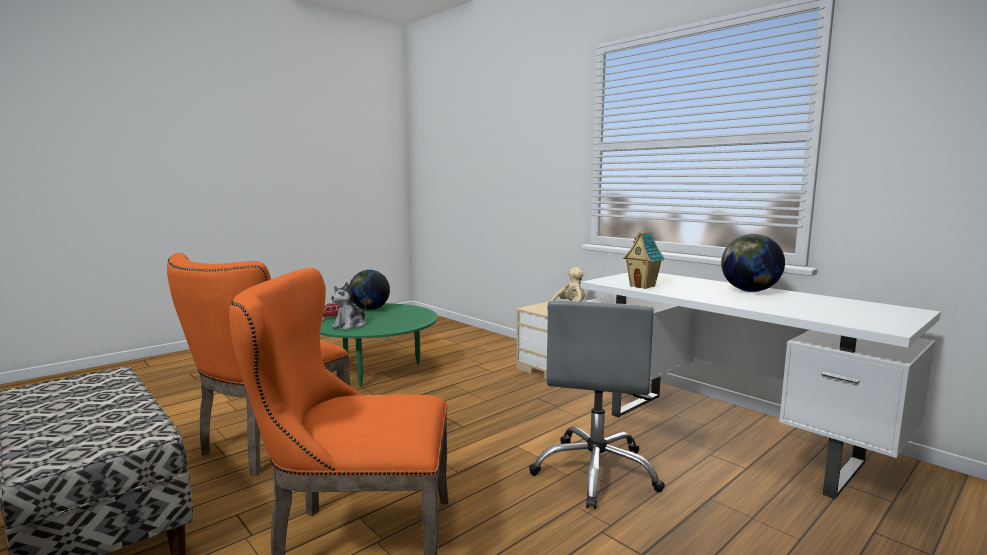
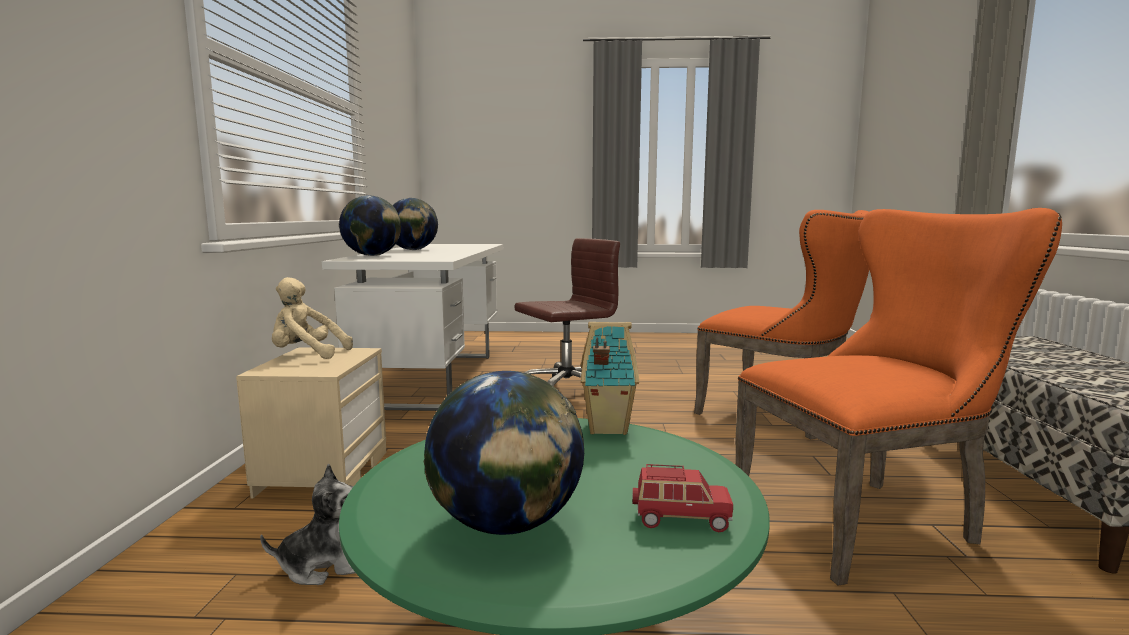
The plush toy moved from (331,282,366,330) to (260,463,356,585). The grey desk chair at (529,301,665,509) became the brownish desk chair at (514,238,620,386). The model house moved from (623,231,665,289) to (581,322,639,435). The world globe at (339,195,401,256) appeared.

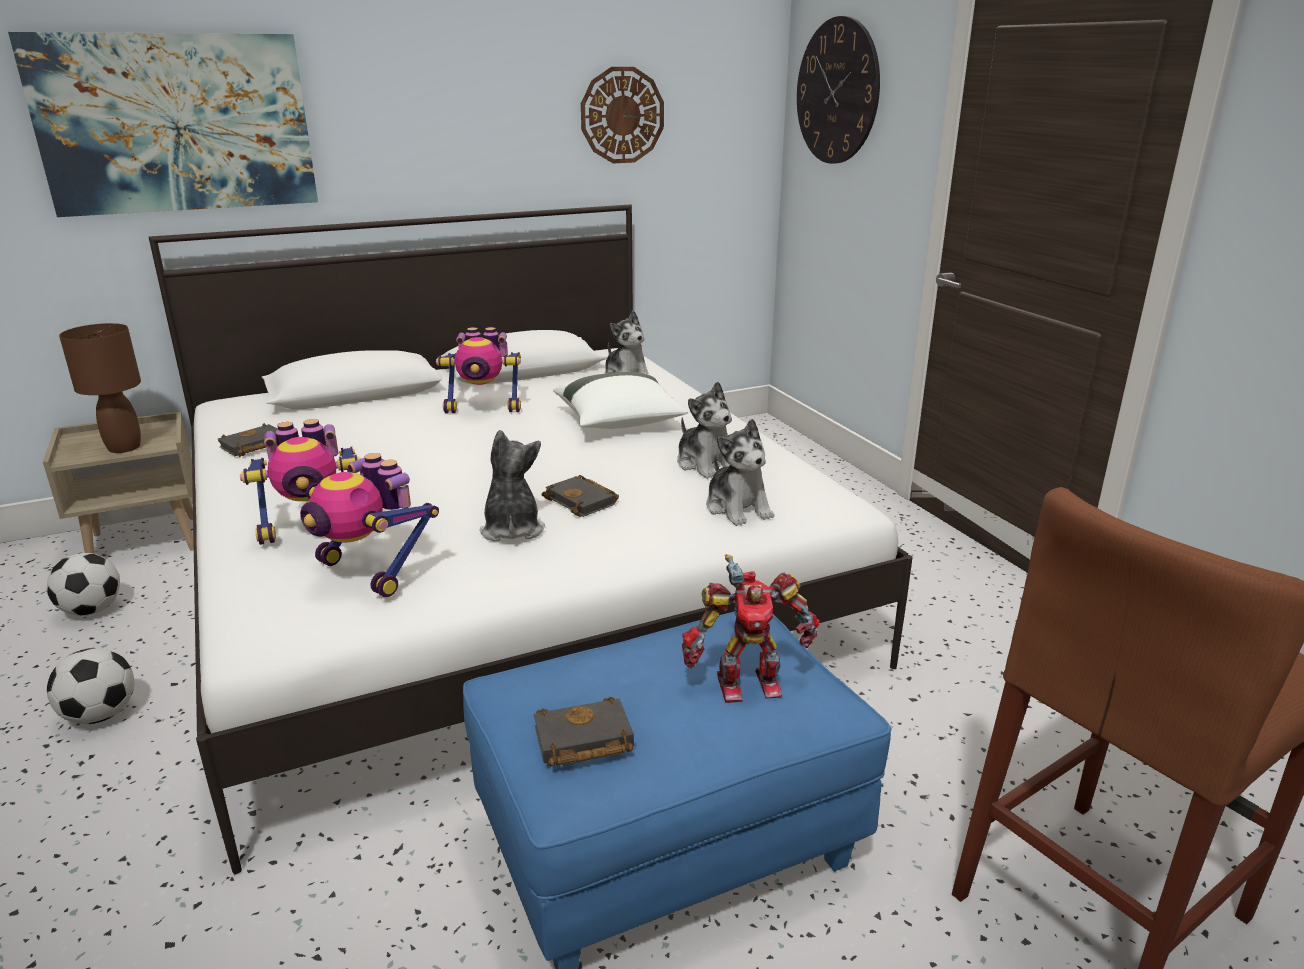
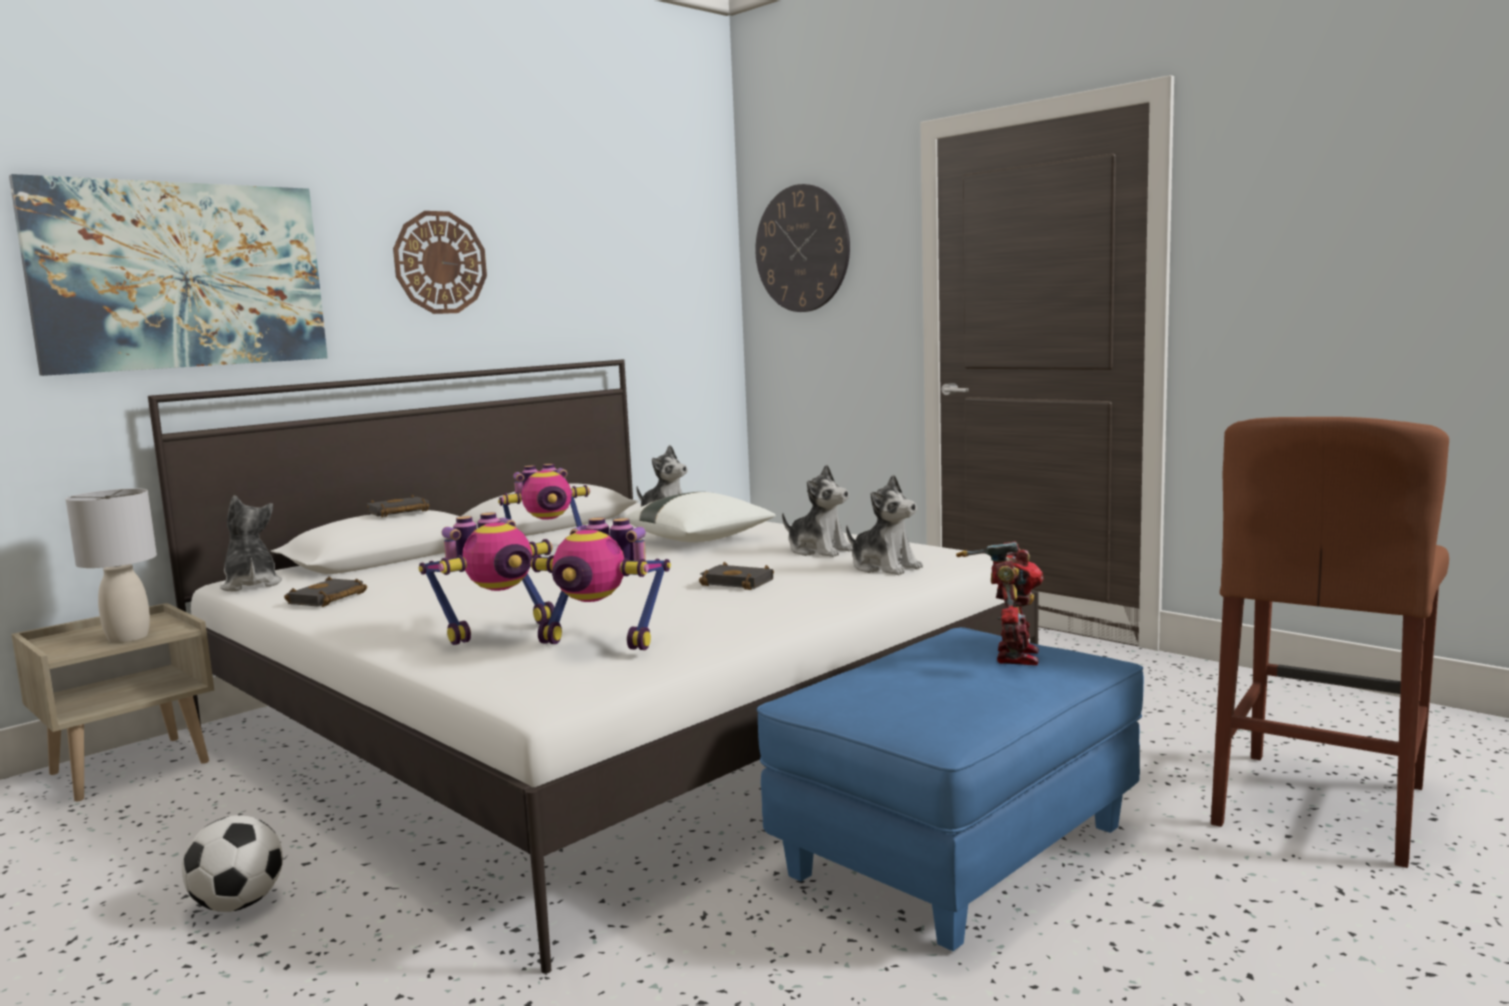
The football at (47,553,120,616) disappeared. The brownish lamp for a table at (59,323,141,453) became the grey lamp for a table at (66,488,157,643). The plush toy moved from (480,430,545,541) to (220,496,282,592). The black-coloured bound book moved from (534,697,634,767) to (366,494,430,517). The wall clock moved from (581,67,664,163) to (393,211,487,314). The model robot at (682,554,820,703) turned 45 degrees counterclockwise.

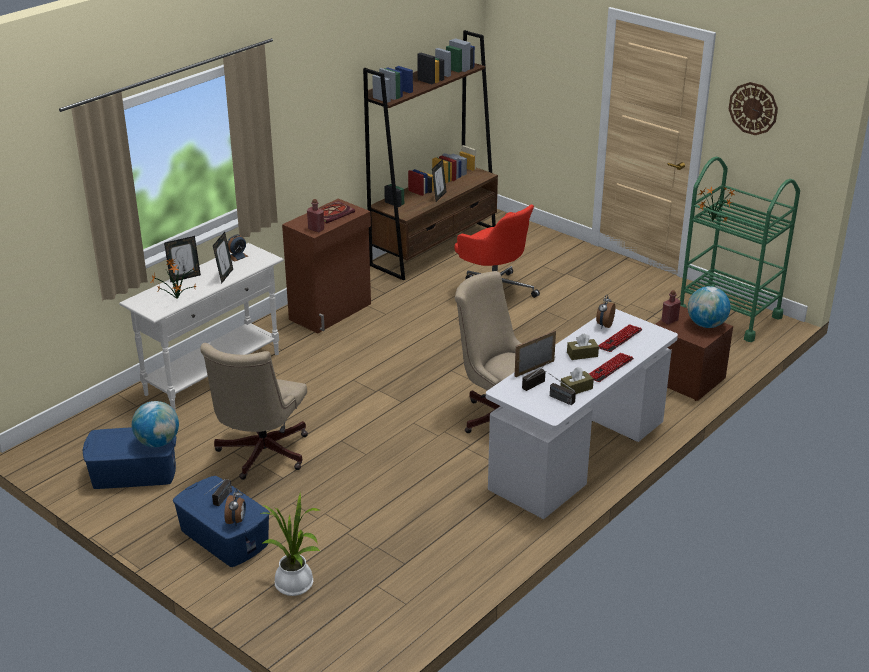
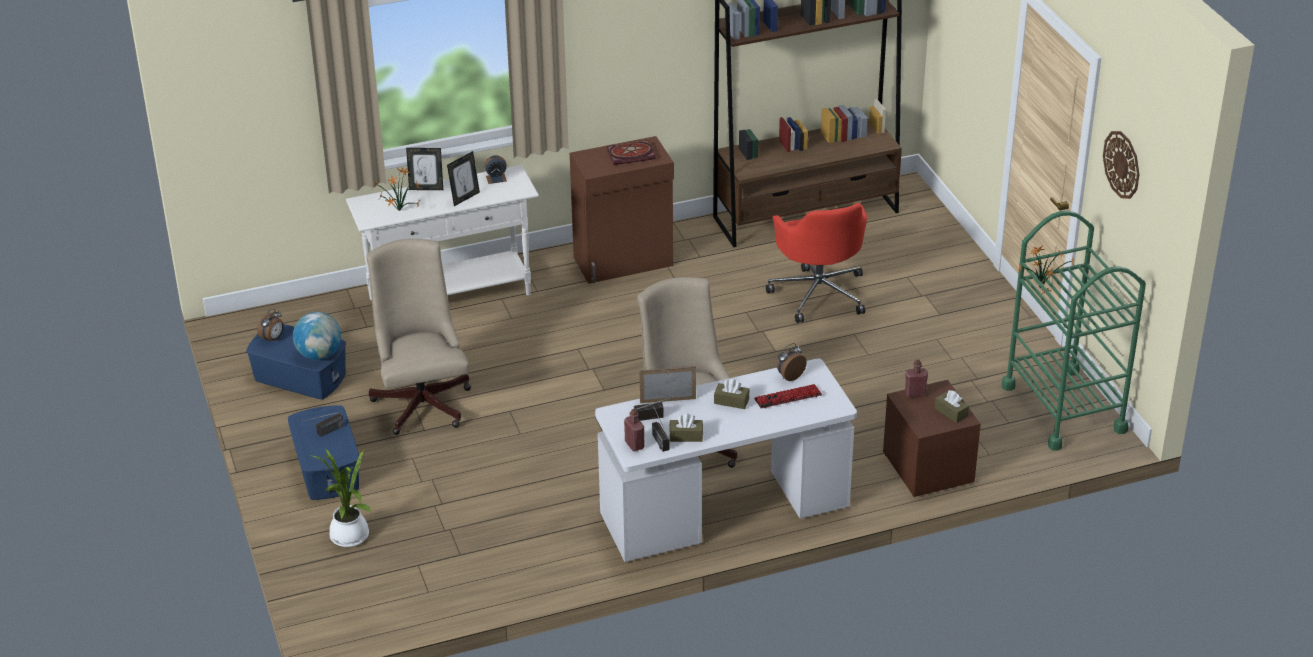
The beige desk chair at (200,343,308,480) turned 120 degrees clockwise. The alarm clock moved from (224,489,246,525) to (257,309,284,342). The reddish bottle moved from (307,199,324,232) to (624,409,644,451). The standing frame at (432,159,446,202) disappeared. The PC keyboard at (589,353,634,382) disappeared. The world globe at (688,286,730,328) was replaced by the brownish tissue box at (935,390,969,423).

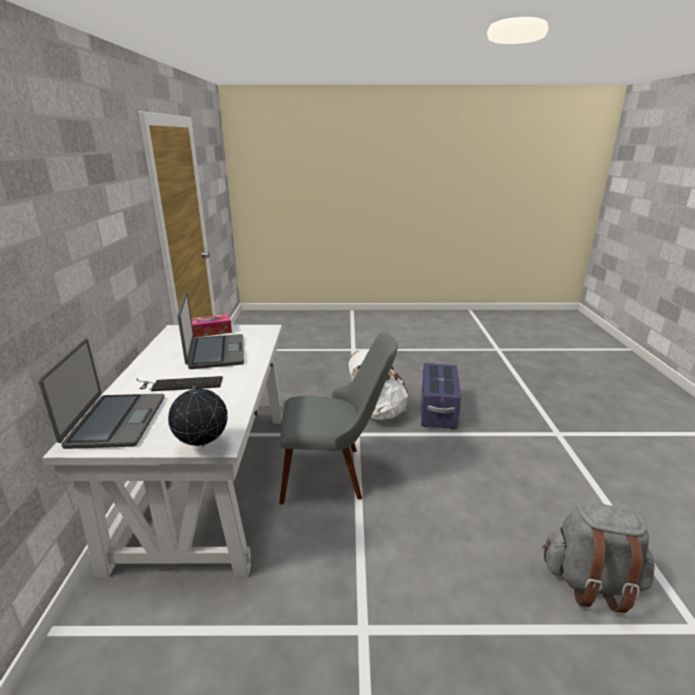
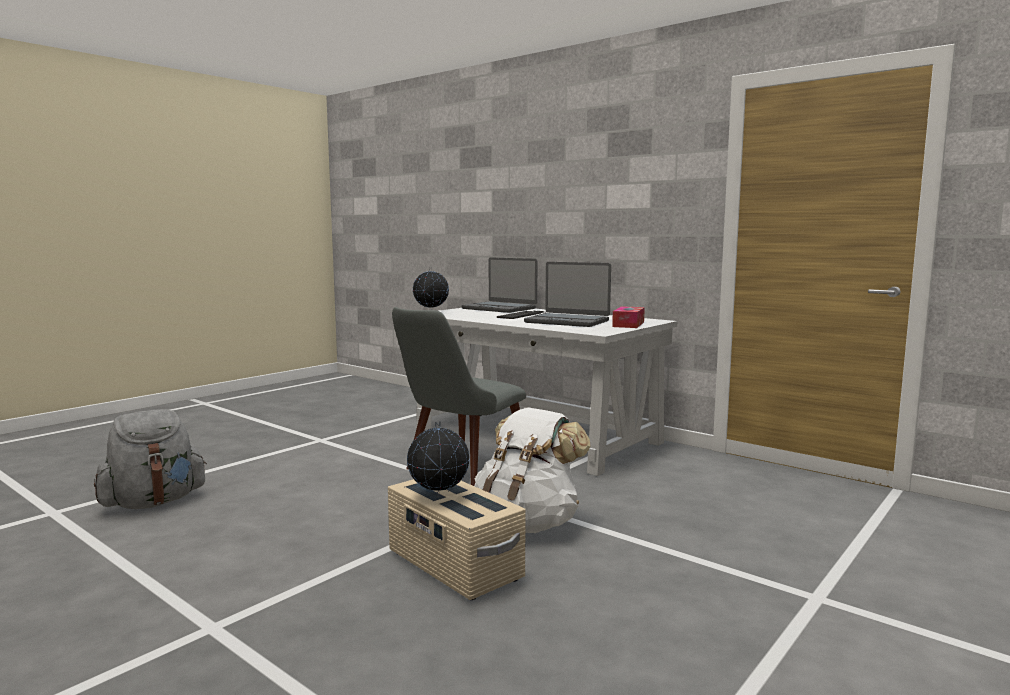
The purple storage container at (421,363,461,430) became the beige storage container at (388,479,526,600). The world globe at (407,421,470,497) appeared.

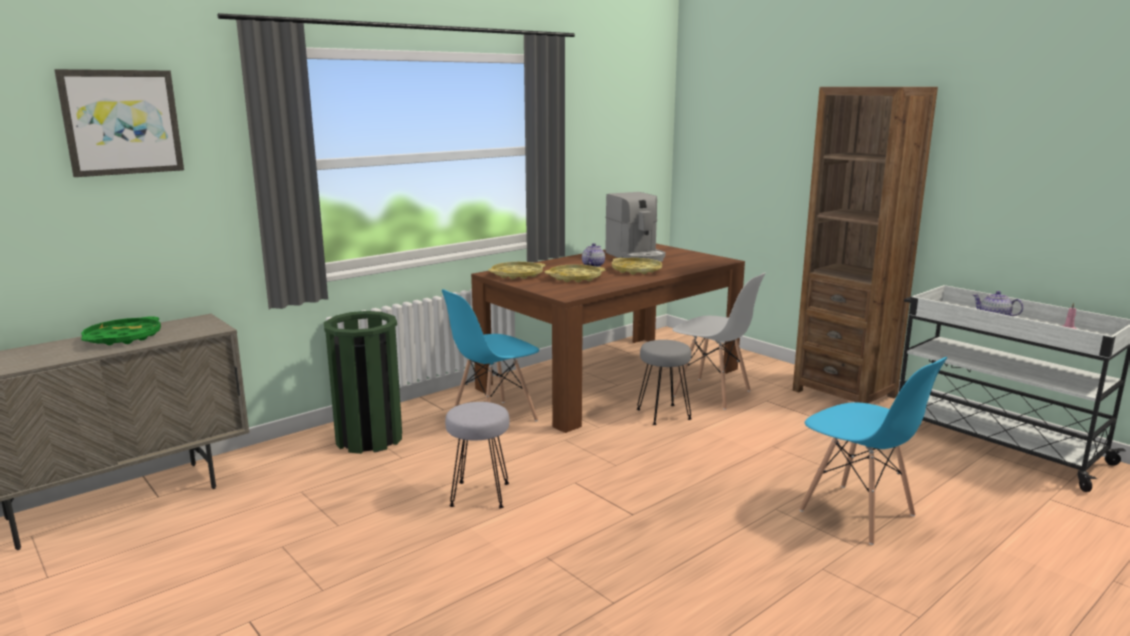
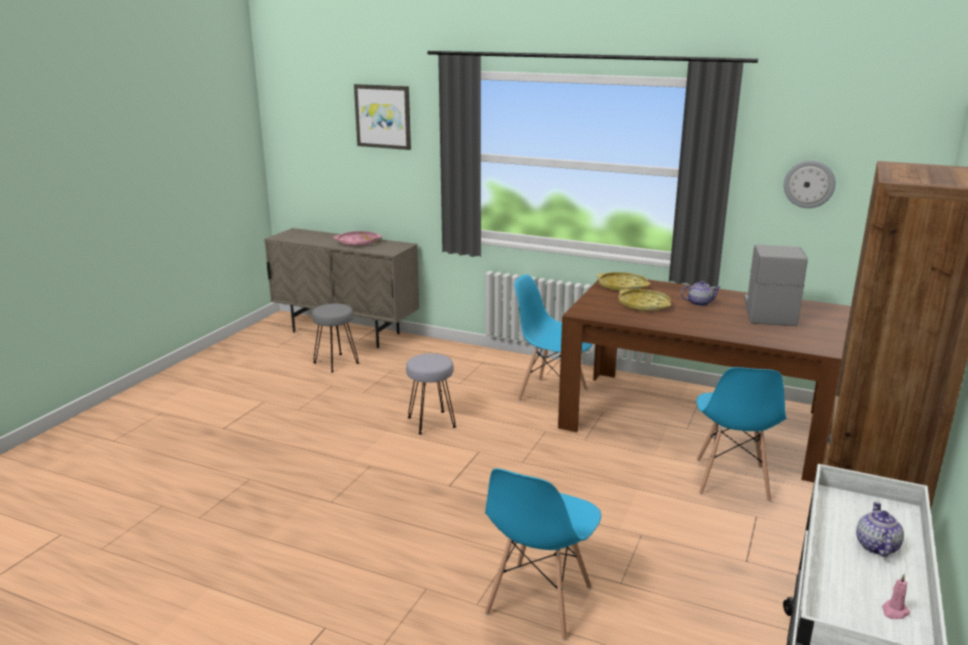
The green-coloured serving tray at (81,316,161,345) became the pink-coloured serving tray at (333,231,382,247). The green-coloured trash can at (324,311,402,454) disappeared. The coffee maker at (605,192,665,262) turned 150 degrees clockwise. The yellow serving tray at (612,258,662,275) disappeared. The grey sitting stool moved from (637,340,691,425) to (312,303,359,372). The white upright chair at (673,273,765,410) became the blue upright chair at (697,367,786,502). The wall clock at (784,160,836,208) appeared.

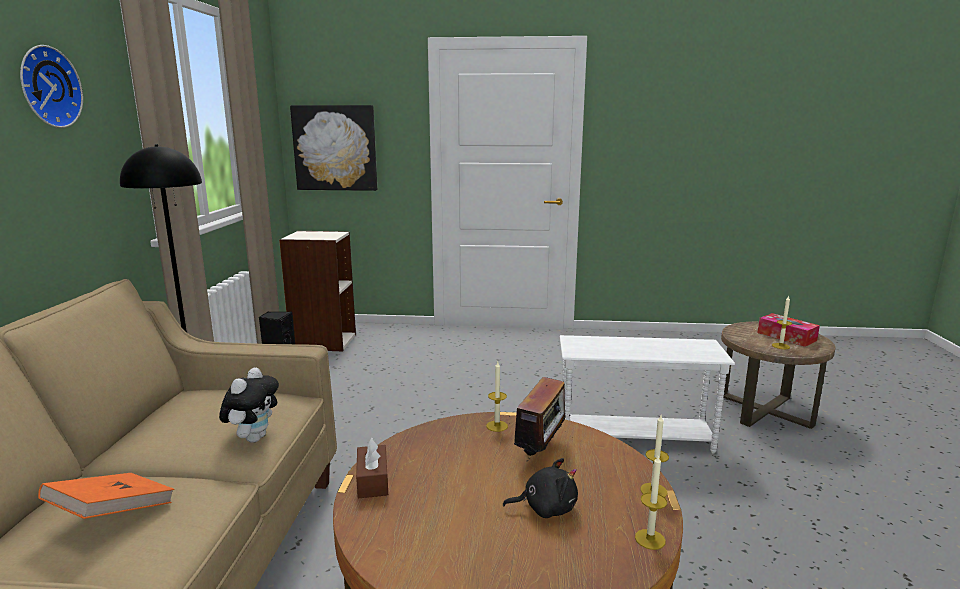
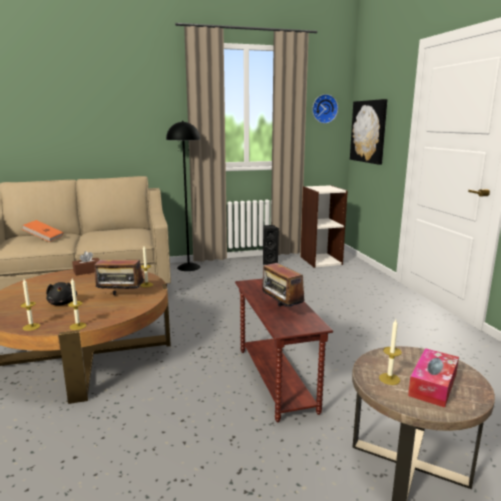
The wall clock moved from (20,45,83,128) to (312,94,338,123). The plush toy at (219,367,279,443) disappeared. The white end table at (559,335,735,454) became the brownish end table at (235,279,333,422). The radio set at (262,263,305,307) appeared.

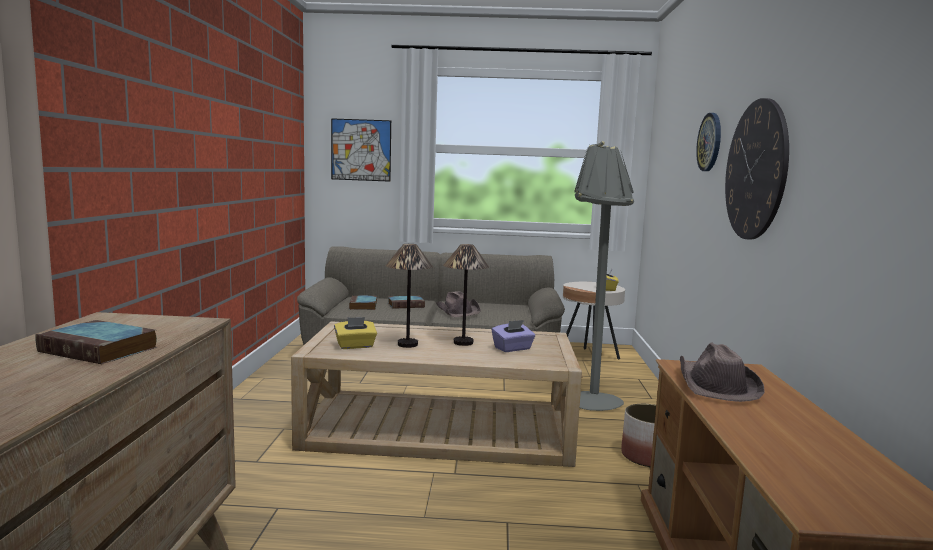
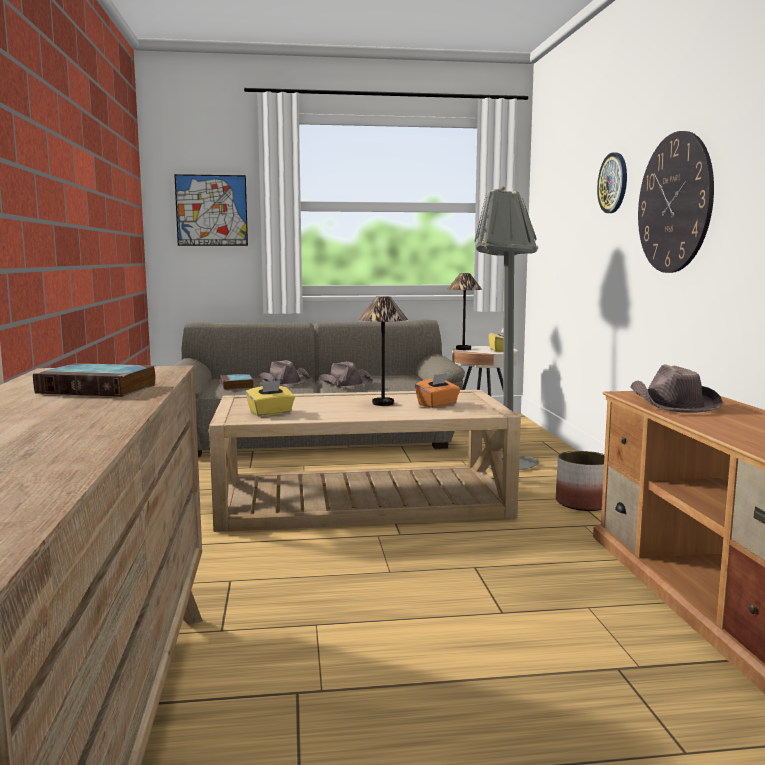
The lamp for a table moved from (386,244,433,348) to (447,273,482,350). The bound book at (388,296,425,309) was replaced by the brownish hat at (259,360,310,387). The purple tissue box at (492,320,535,352) became the orange tissue box at (415,373,461,408).

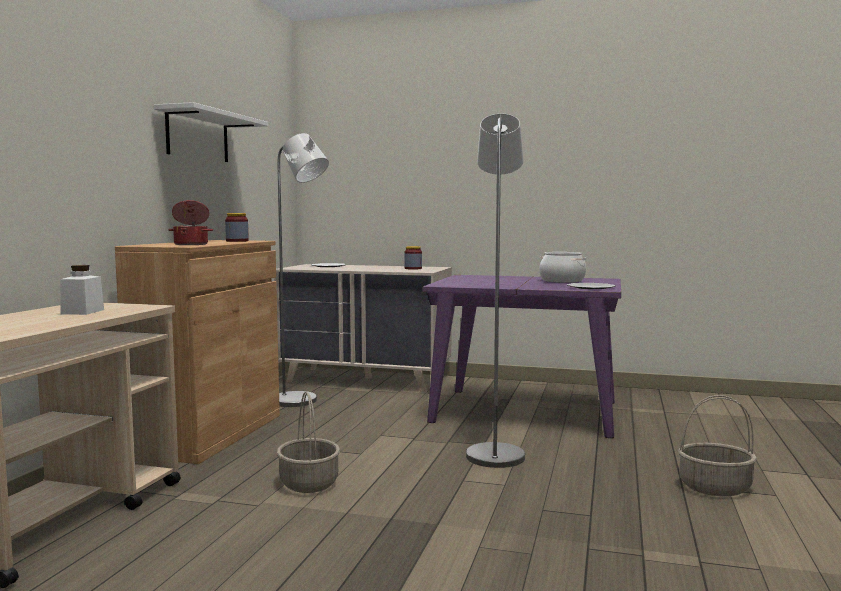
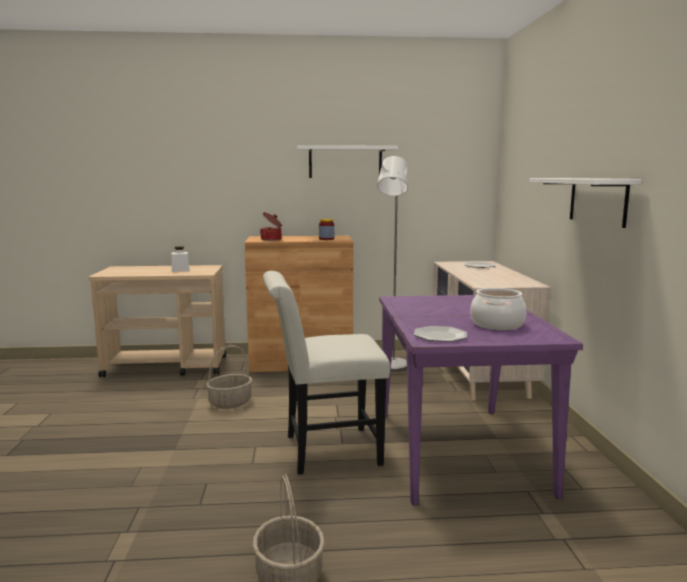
The jar at (404,246,422,270) disappeared. The grey floor lamp at (466,114,525,468) was replaced by the white upright chair at (263,271,390,475). The white shelf at (529,178,641,228) appeared.

